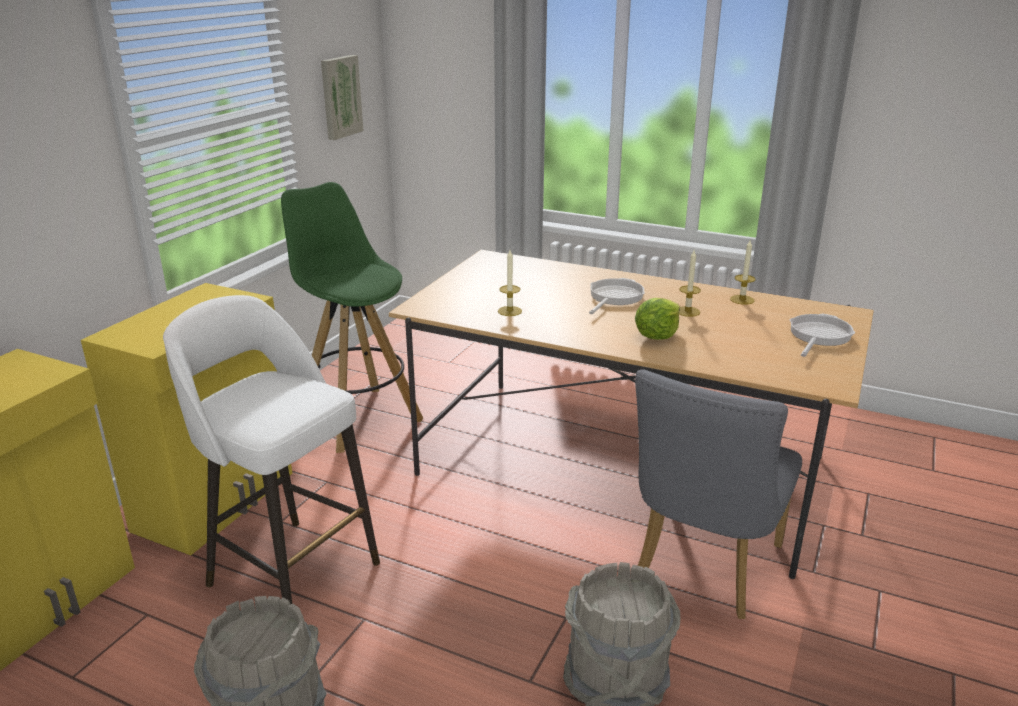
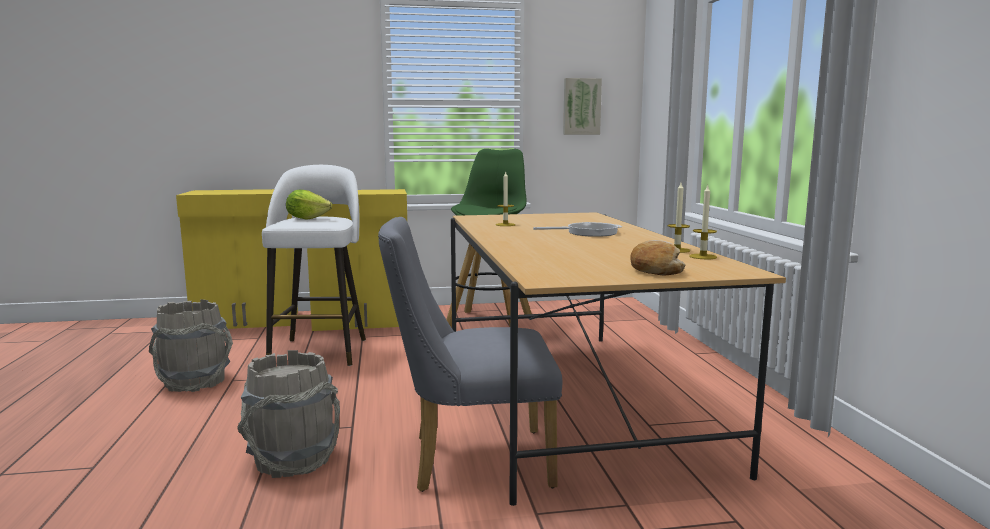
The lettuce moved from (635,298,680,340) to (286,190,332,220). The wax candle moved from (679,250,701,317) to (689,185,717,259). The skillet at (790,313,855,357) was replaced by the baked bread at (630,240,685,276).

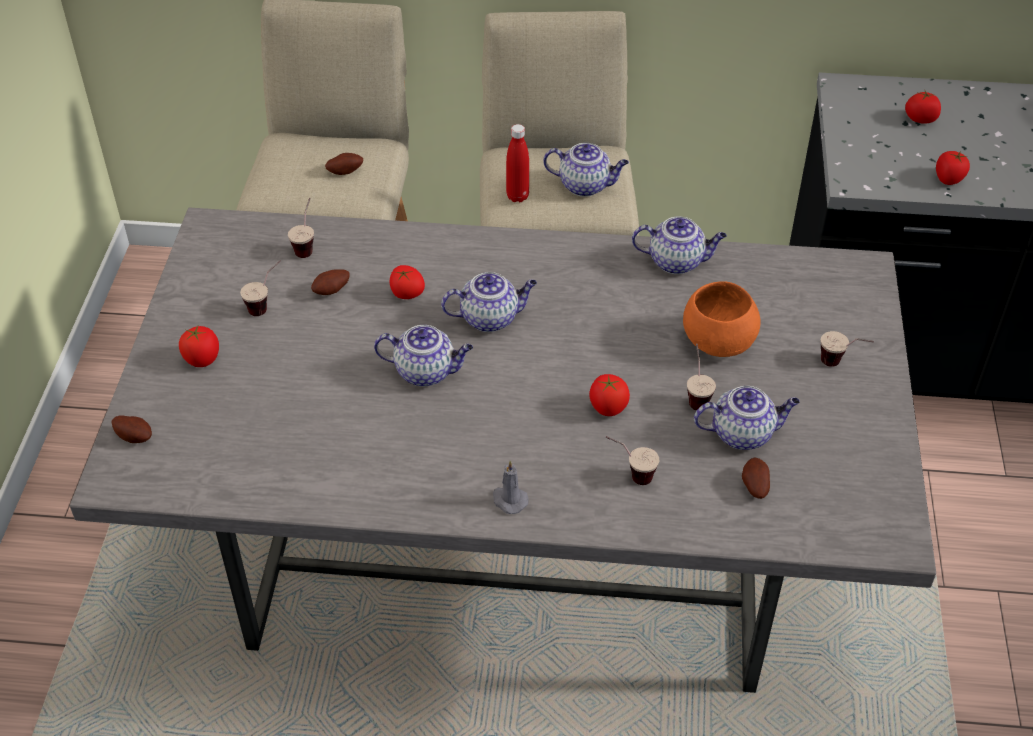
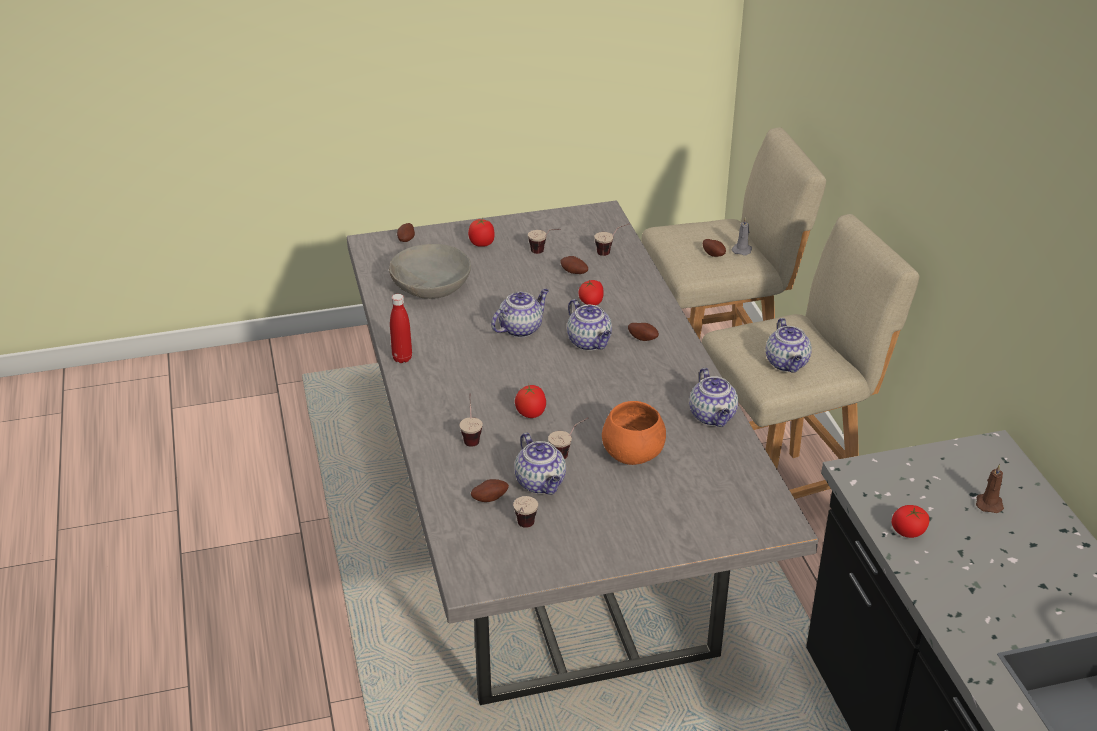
The tea pot at (374,325,473,386) turned 120 degrees counterclockwise. The grey wax candle moved from (493,460,529,514) to (732,217,752,255). The reddish bottle moved from (506,124,529,202) to (390,294,412,363). The drinking cup moved from (821,331,874,367) to (513,496,538,528). The whole tomato at (905,89,941,124) was replaced by the brownish wax candle at (976,464,1004,513). The grey serving bowl at (389,244,471,299) appeared. The whole potato at (628,323,659,341) appeared.

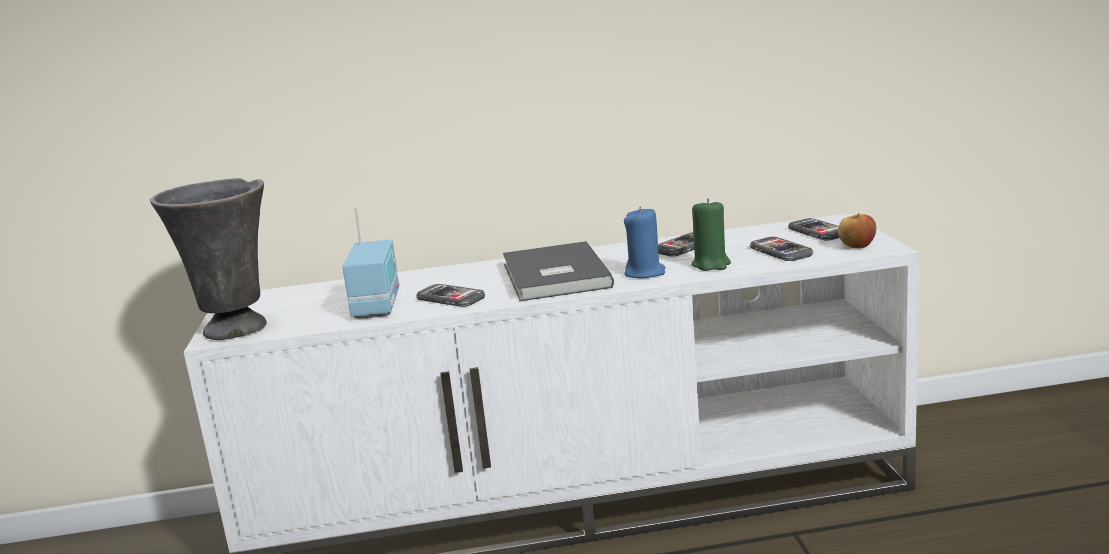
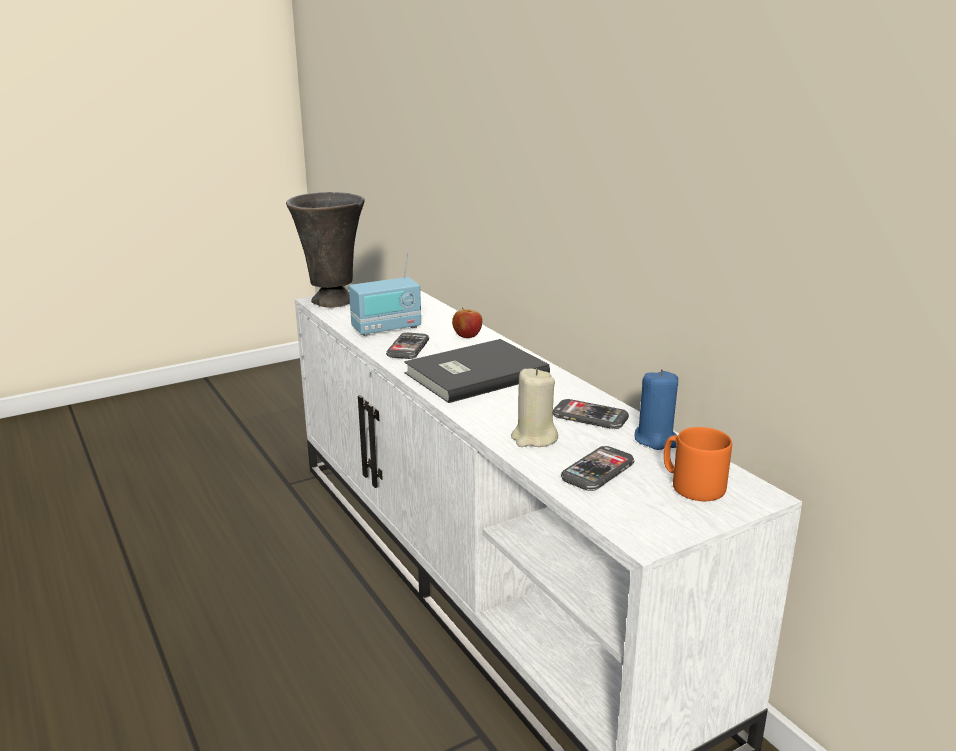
The blue wax candle moved from (624,207,665,278) to (635,369,678,450). The green-coloured wax candle at (691,198,731,271) became the beige wax candle at (511,368,558,447). The phone at (788,218,839,240) was replaced by the orange coffee mug at (664,427,732,501). The whole apple moved from (838,213,876,248) to (452,308,482,338).

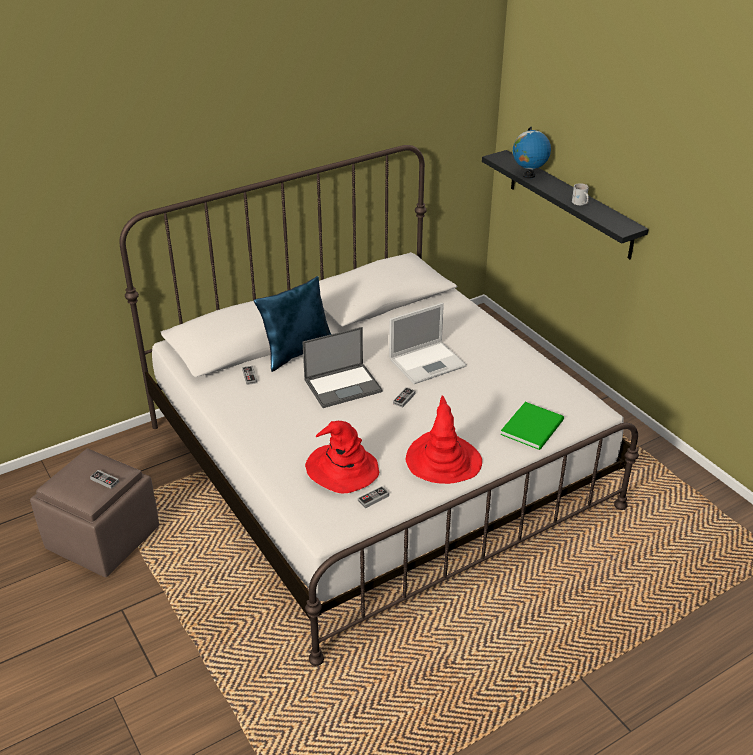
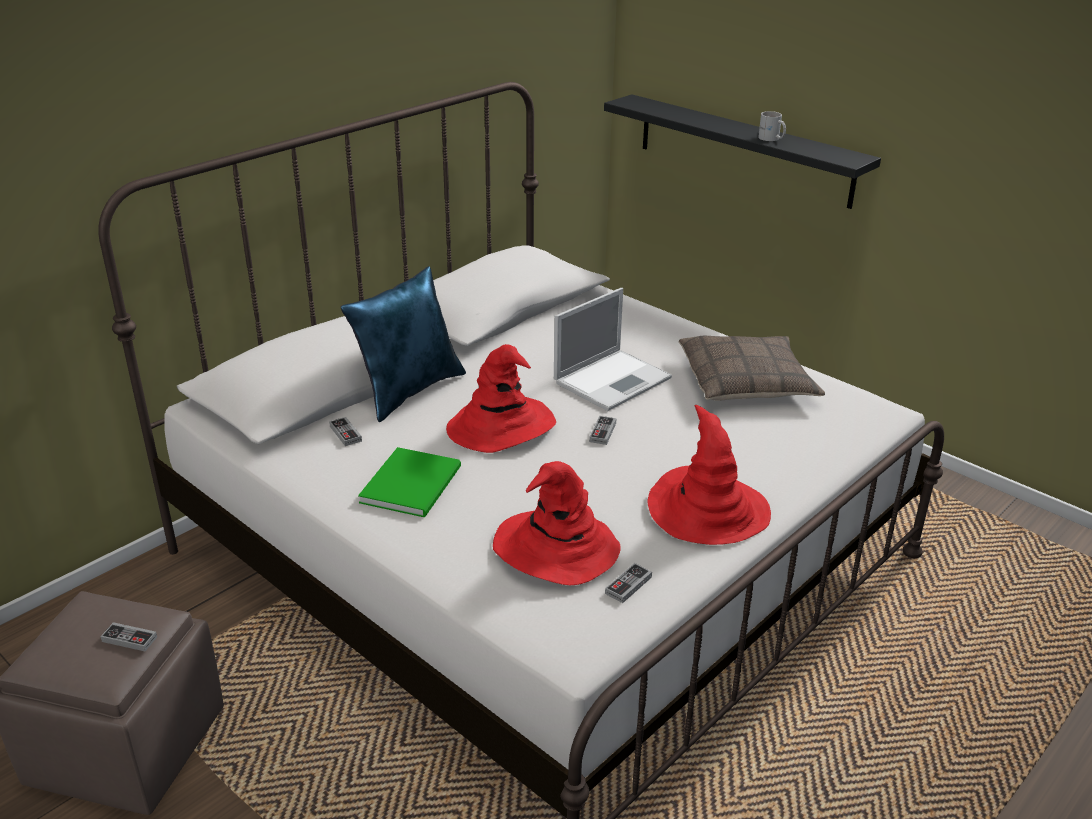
The portable computer at (302,327,383,408) was replaced by the reddish hat at (446,344,556,453). The green-coloured bound book moved from (500,402,564,450) to (358,447,461,517). The world globe at (513,127,551,178) disappeared. The pillow at (679,336,825,401) appeared.

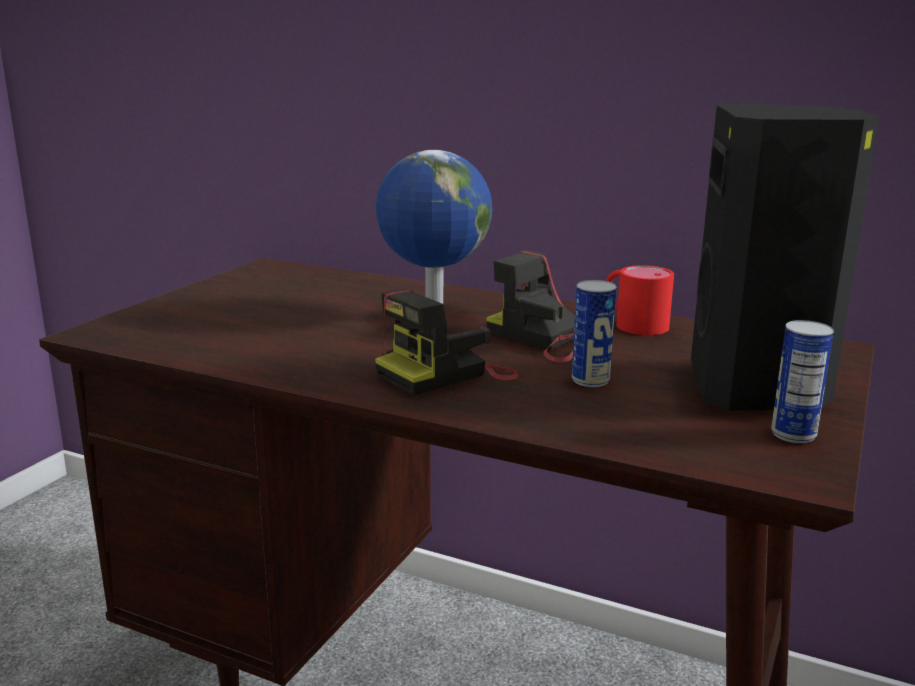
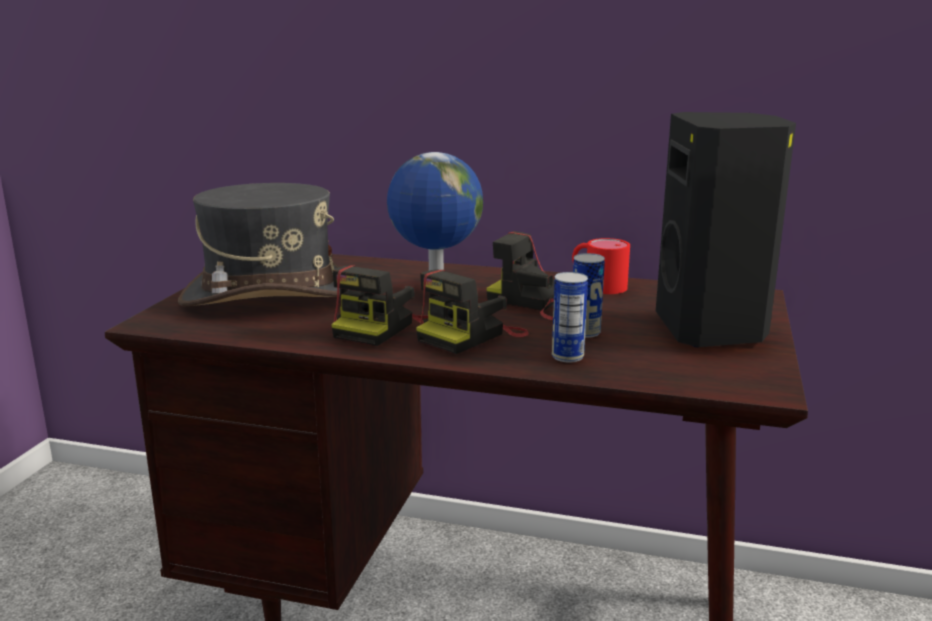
The can moved from (771,320,834,443) to (552,272,588,363). The grey hat at (178,183,350,307) appeared. The photo camera at (331,265,428,346) appeared.

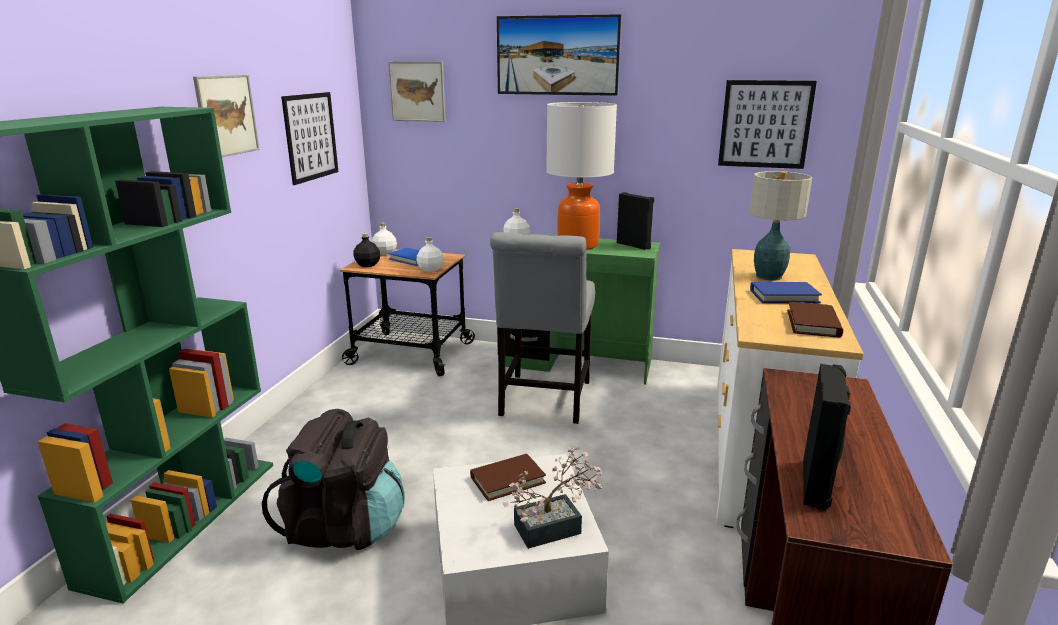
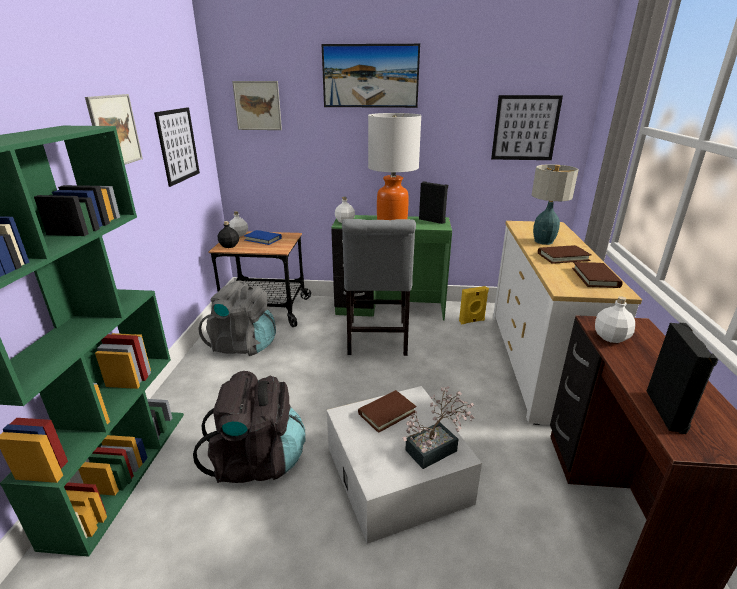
The white bottle moved from (416,237,444,272) to (595,296,635,343). The blue bound book at (750,282,822,303) became the brownish bound book at (538,245,592,264). The grey backpack at (198,280,276,356) appeared. The yellow loudspeaker at (459,286,489,324) appeared.

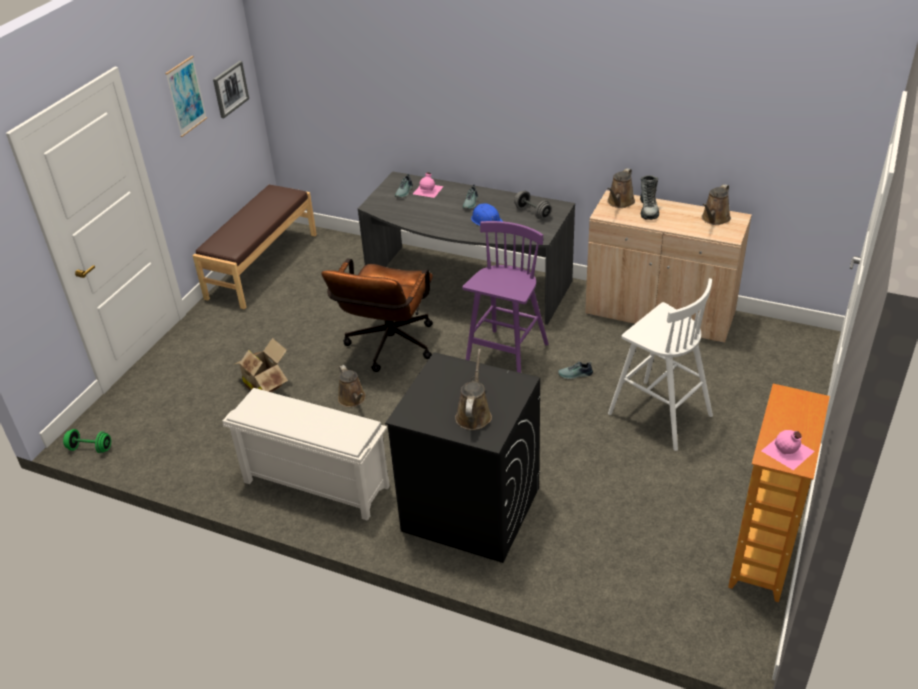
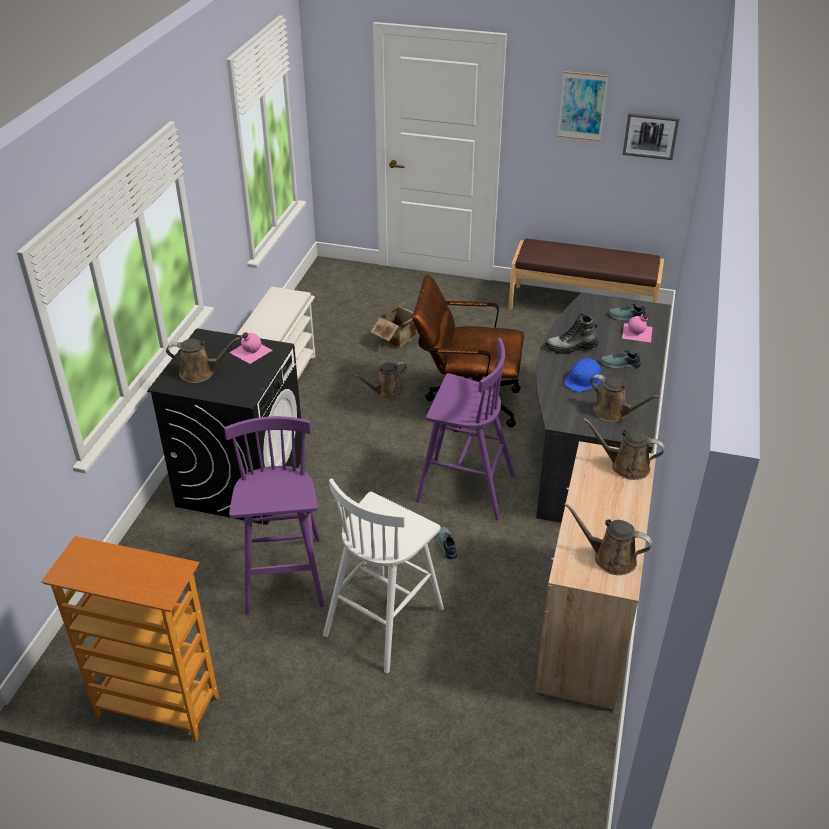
The green-coloured hand weight at (63,429,111,453) disappeared. The grey hand weight at (514,191,552,219) was replaced by the brownish sprinkling can at (590,374,659,422). The boot moved from (640,175,659,220) to (546,312,599,354). The pink-coloured bottle moved from (762,430,815,470) to (229,332,272,364). The purple sitting stool at (224,416,324,614) appeared.

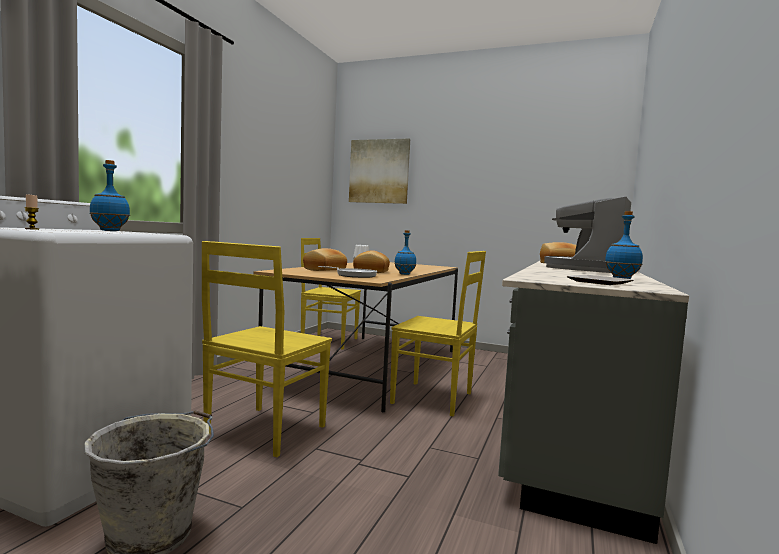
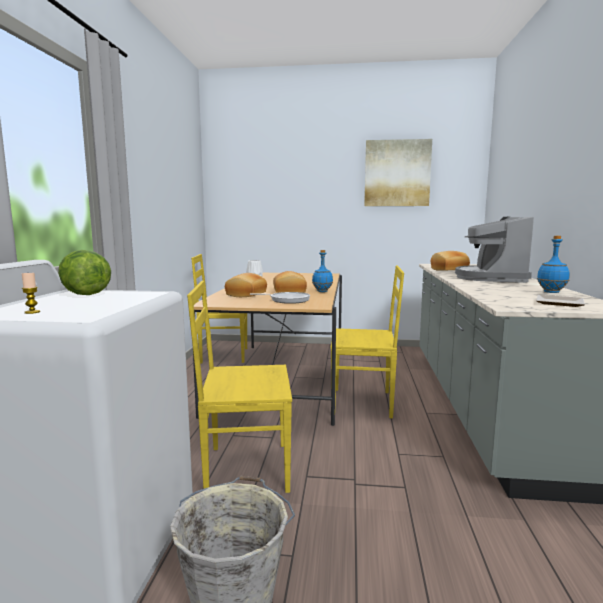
The blue bottle at (89,160,130,231) was replaced by the lettuce at (58,250,111,295). The yellow upright chair at (202,241,332,457) turned 75 degrees clockwise. The wall picture moved from (349,138,410,204) to (364,139,432,206).

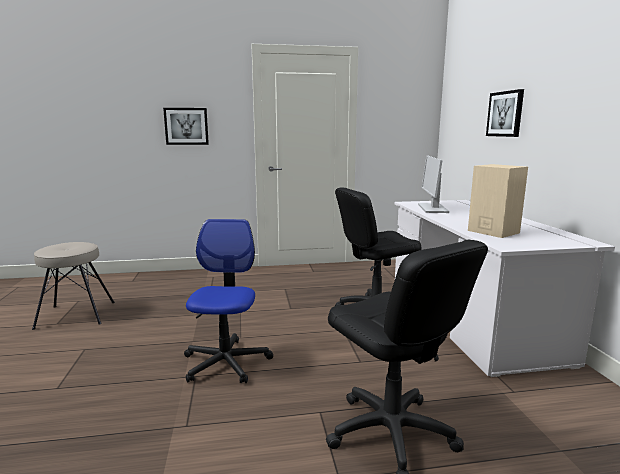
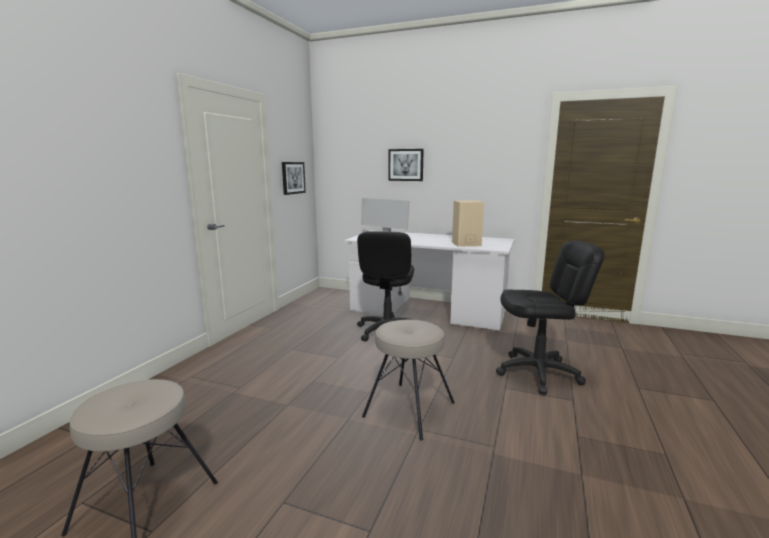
The wall picture moved from (163,108,209,145) to (282,162,306,195). The desk chair at (184,219,273,383) was replaced by the beige sitting stool at (362,320,455,441).

